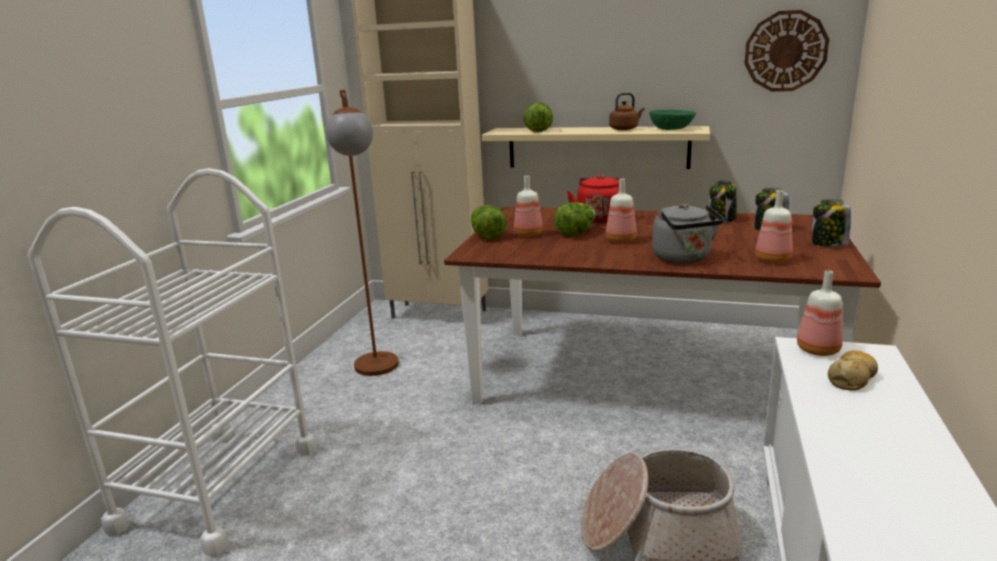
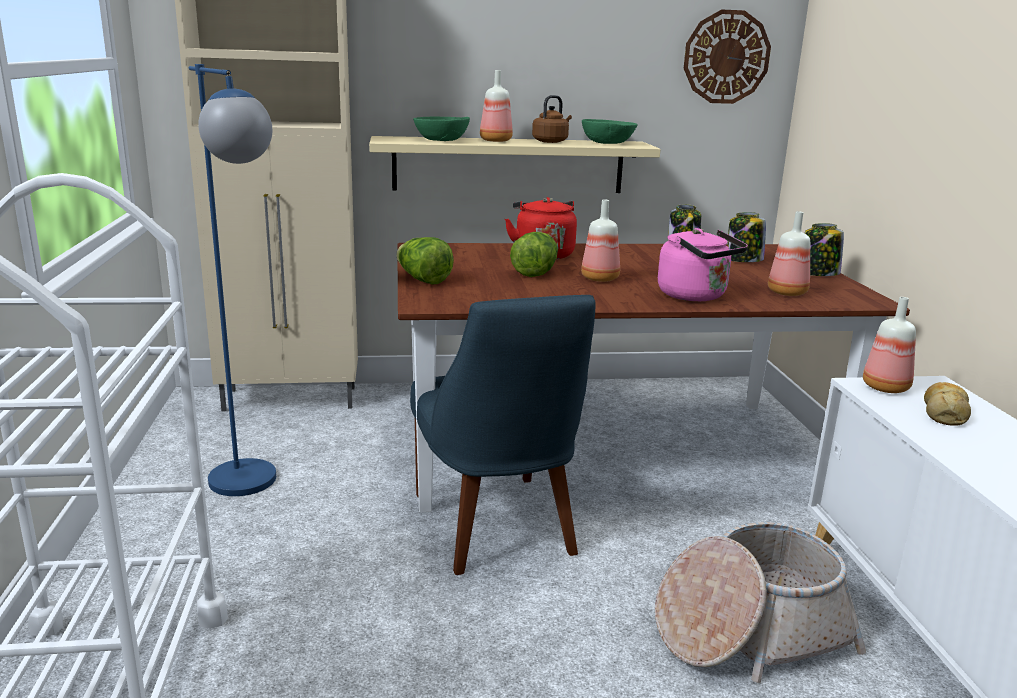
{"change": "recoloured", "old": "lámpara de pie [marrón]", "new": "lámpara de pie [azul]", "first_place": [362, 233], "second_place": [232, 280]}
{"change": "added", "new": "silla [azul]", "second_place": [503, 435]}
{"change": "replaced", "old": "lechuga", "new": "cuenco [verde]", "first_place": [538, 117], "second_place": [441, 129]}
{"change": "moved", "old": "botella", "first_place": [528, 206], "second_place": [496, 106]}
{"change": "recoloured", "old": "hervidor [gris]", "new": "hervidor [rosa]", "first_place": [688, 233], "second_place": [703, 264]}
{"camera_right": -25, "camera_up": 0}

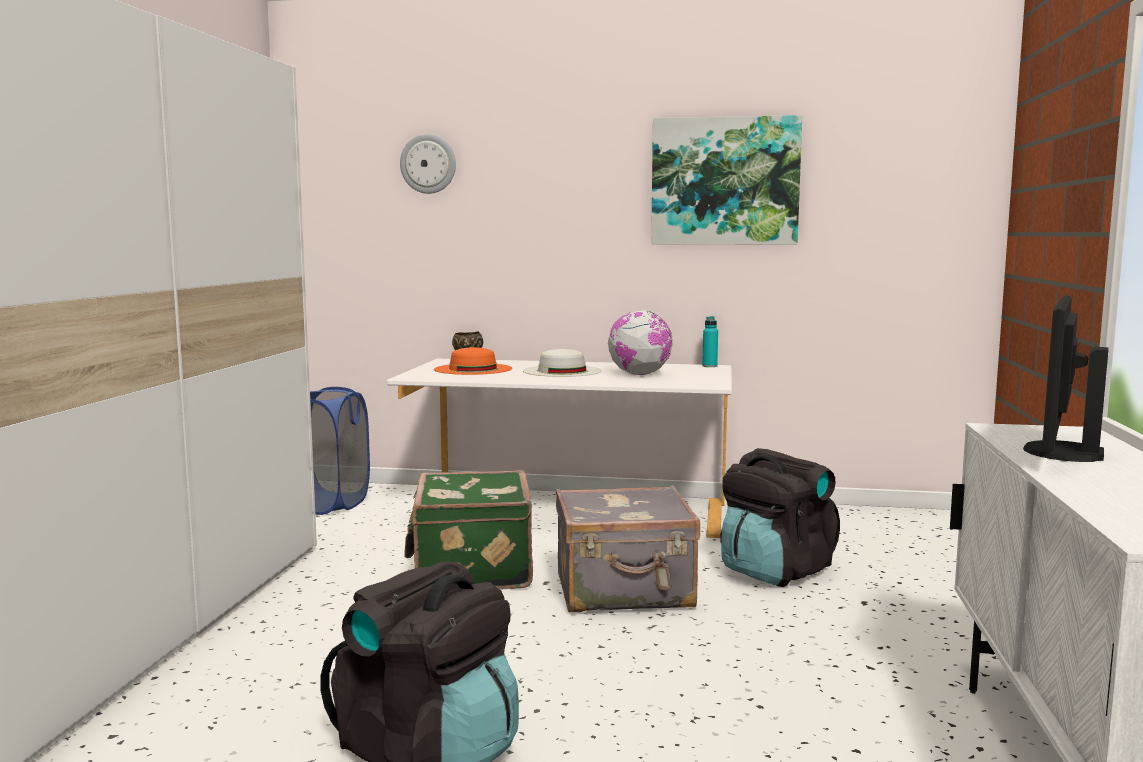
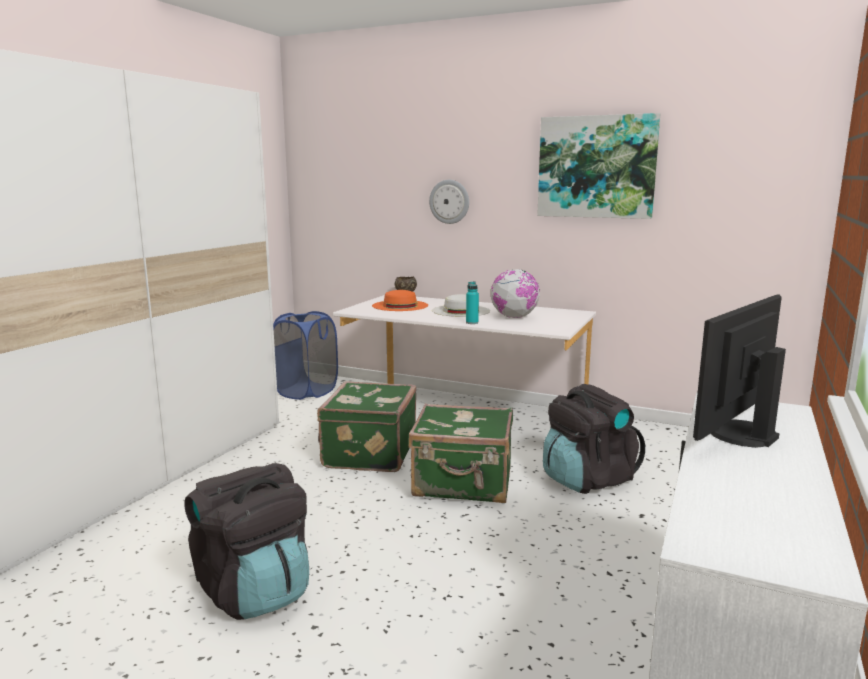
{"change": "recoloured", "old": "maleta [gris]", "new": "maleta [verde]", "first_place": [628, 548], "second_place": [461, 453]}
{"change": "moved", "old": "reloj de pared", "first_place": [428, 164], "second_place": [449, 202]}
{"change": "moved", "old": "botella [turquesa]", "first_place": [710, 341], "second_place": [472, 302]}
{"camera_right": 15, "camera_up": 5}

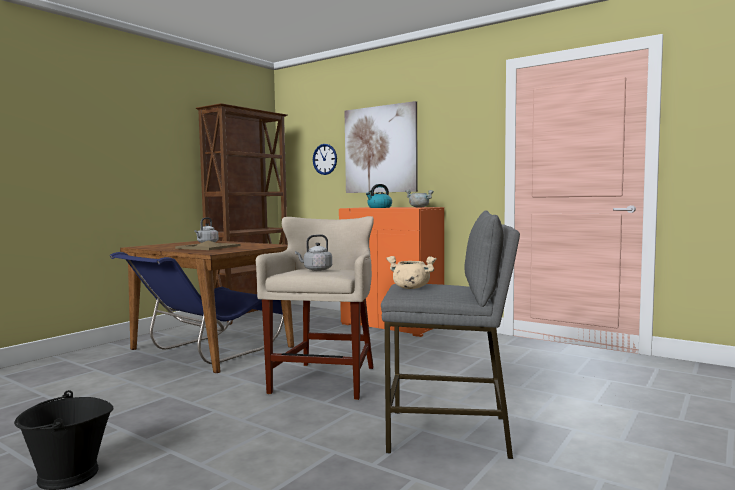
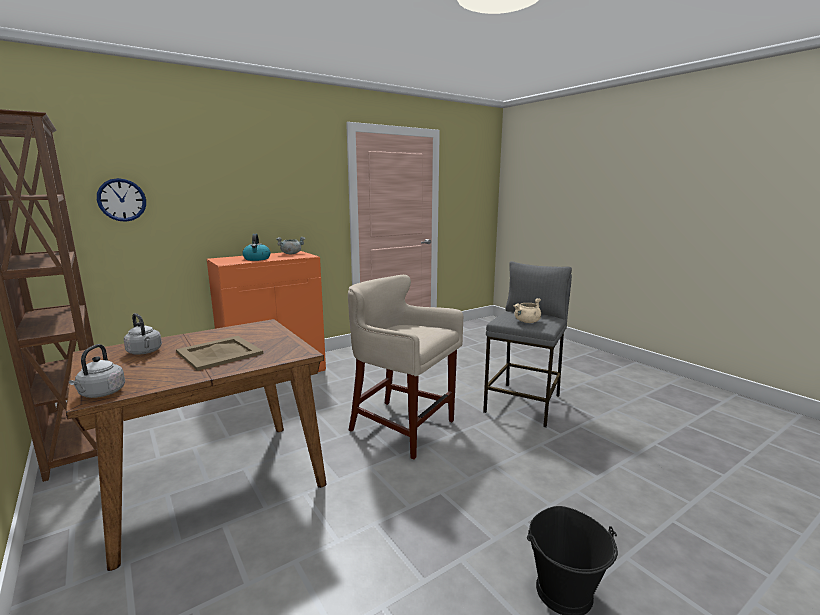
{"change": "moved", "old": "hervidor [gris]", "first_place": [313, 252], "second_place": [97, 371]}
{"change": "removed", "old": "silla [azul]", "first_place": [197, 308]}
{"change": "removed", "old": "cuadro", "first_place": [381, 147]}
{"camera_right": -70, "camera_up": 10}

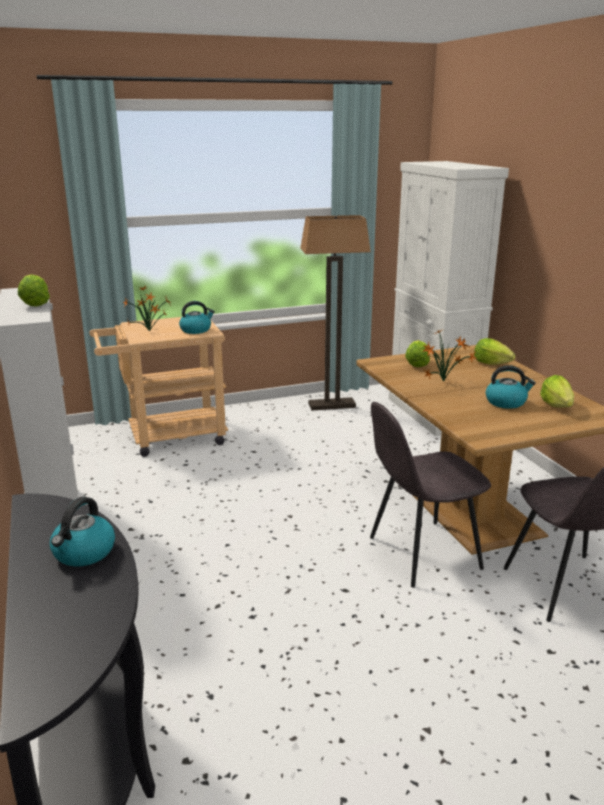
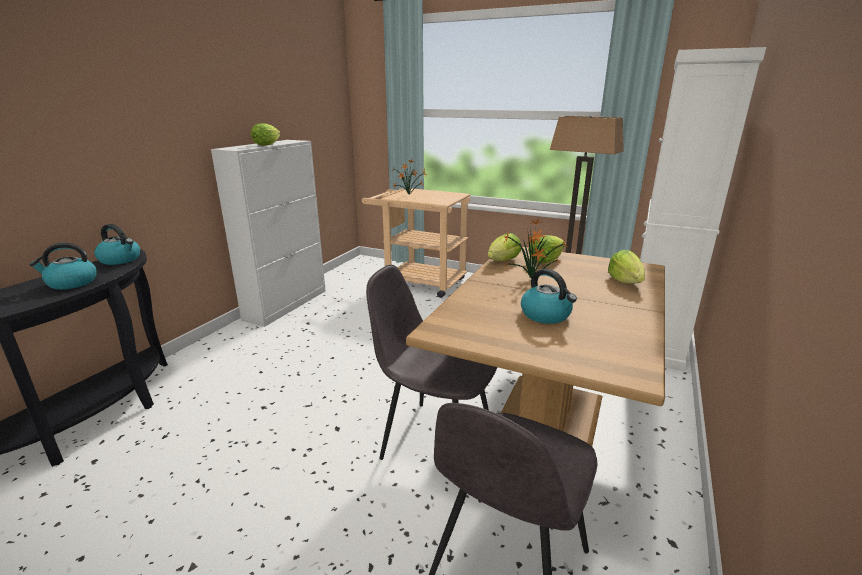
{"change": "moved", "old": "hervidor", "first_place": [197, 317], "second_place": [117, 244]}
{"change": "moved", "old": "lechuga", "first_place": [557, 391], "second_place": [504, 247]}
{"camera_right": 45, "camera_up": 0}

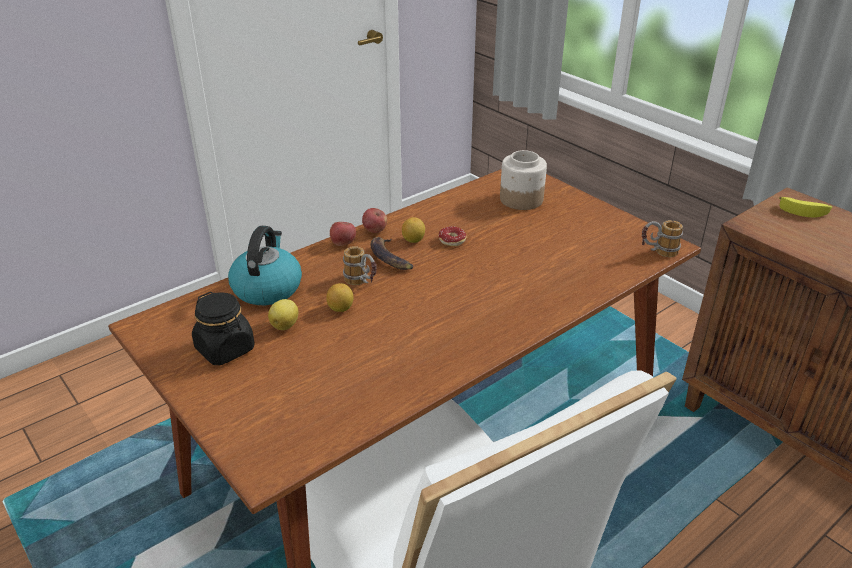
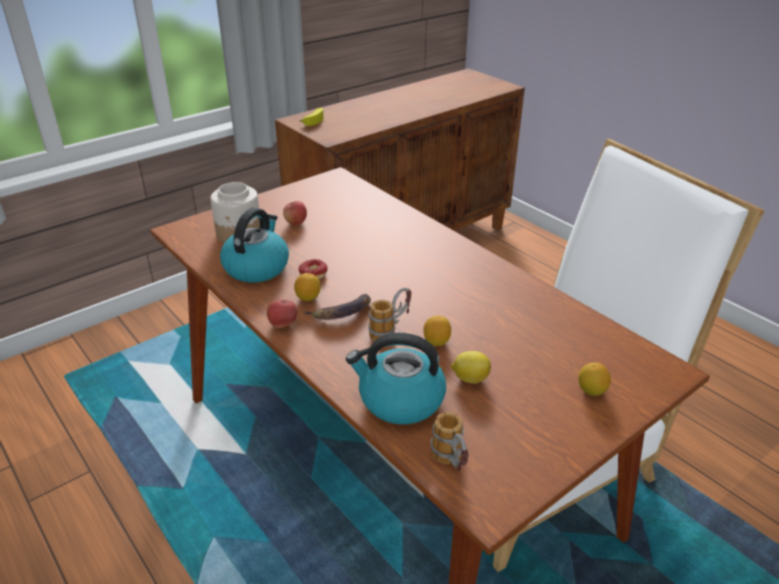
{"change": "added", "new": "hervidor", "second_place": [254, 245]}
{"change": "moved", "old": "manzana", "first_place": [343, 234], "second_place": [295, 213]}
{"change": "moved", "old": "taza grande", "first_place": [662, 238], "second_place": [450, 442]}
{"change": "added", "new": "limón", "second_place": [594, 379]}
{"change": "removed", "old": "tarro [negro]", "first_place": [223, 328]}
{"camera_right": -90, "camera_up": 0}

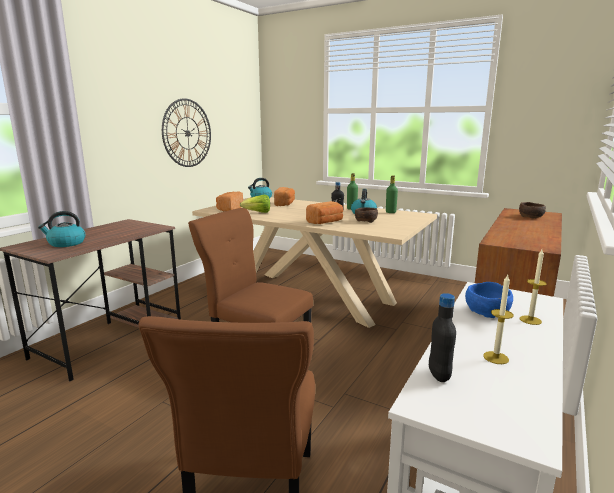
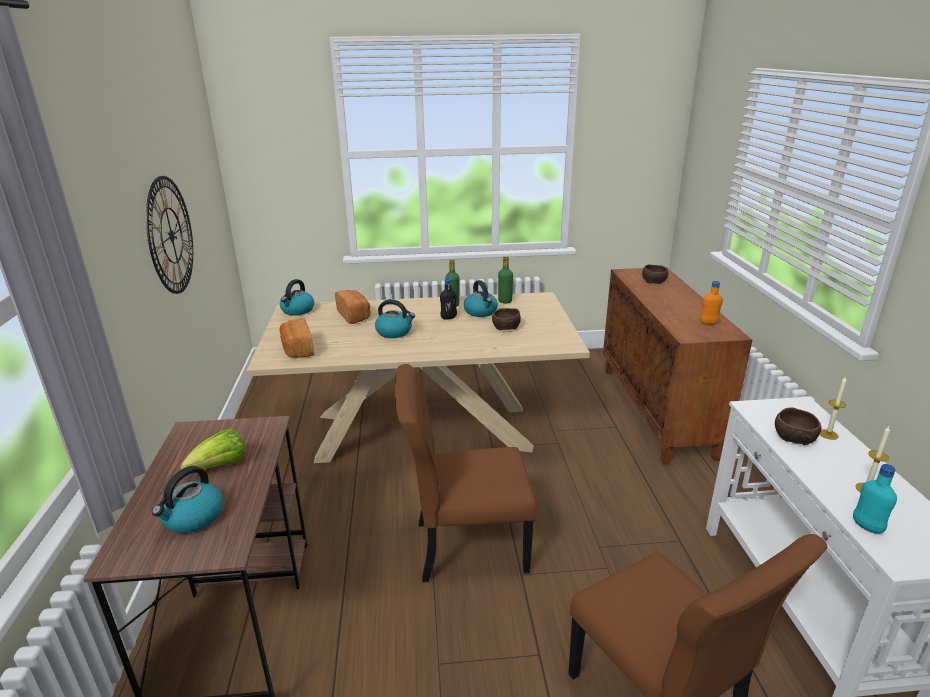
{"change": "moved", "old": "lechuga", "first_place": [255, 204], "second_place": [213, 448]}
{"change": "added", "new": "hervidor", "second_place": [395, 318]}
{"change": "added", "new": "botella [naranja]", "second_place": [711, 303]}
{"change": "recoloured", "old": "cuenco [azul]", "new": "cuenco [marrón]", "first_place": [489, 300], "second_place": [798, 426]}
{"change": "recoloured", "old": "botella [negro]", "new": "botella [turquesa]", "first_place": [442, 337], "second_place": [875, 499]}
{"change": "removed", "old": "pan", "first_place": [324, 212]}
{"camera_right": -35, "camera_up": 10}

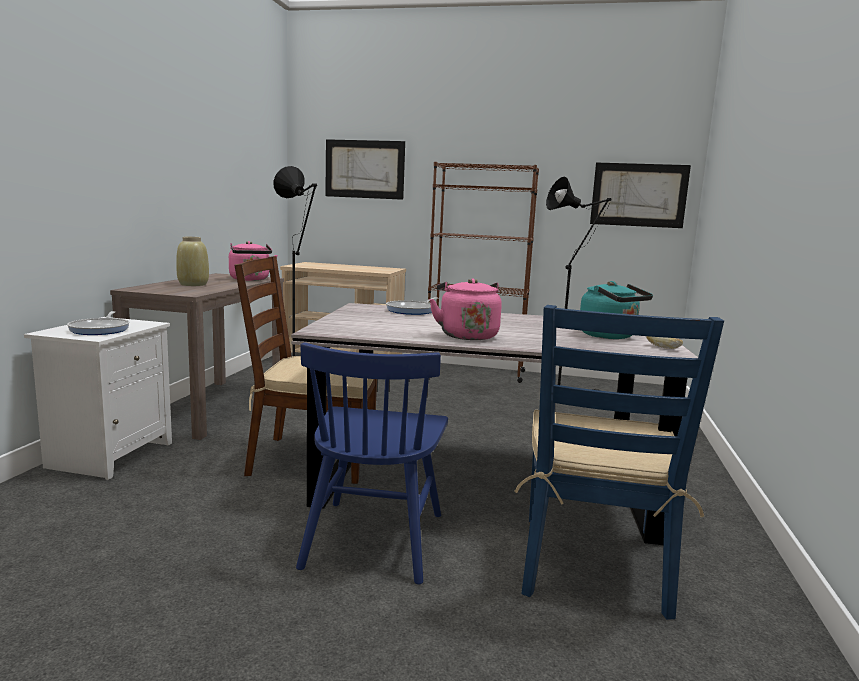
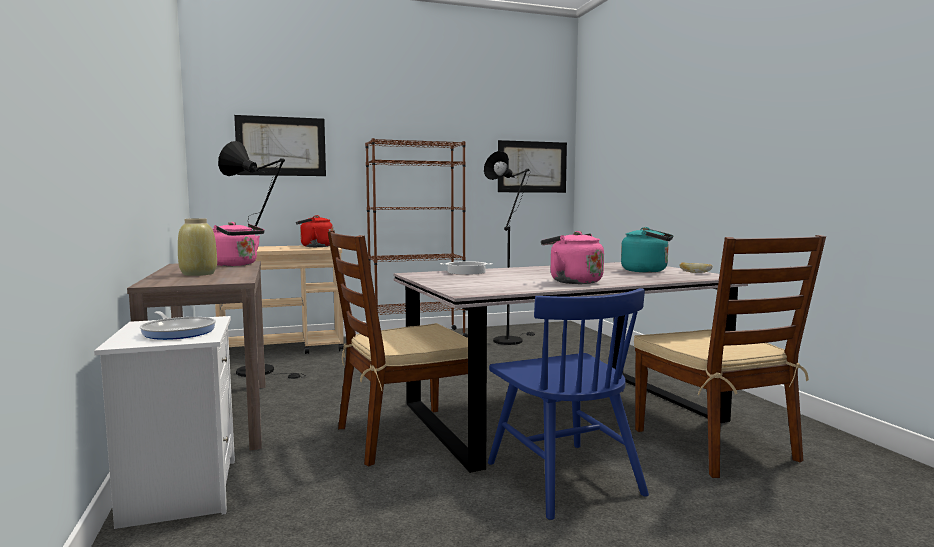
{"change": "added", "new": "hervidor [rojo]", "second_place": [314, 231]}
{"change": "replaced", "old": "sartén", "new": "olla", "first_place": [412, 306], "second_place": [466, 268]}
{"change": "recoloured", "old": "silla [azul]", "new": "silla [marrón]", "first_place": [619, 462], "second_place": [730, 356]}
{"camera_right": -30, "camera_up": -5}

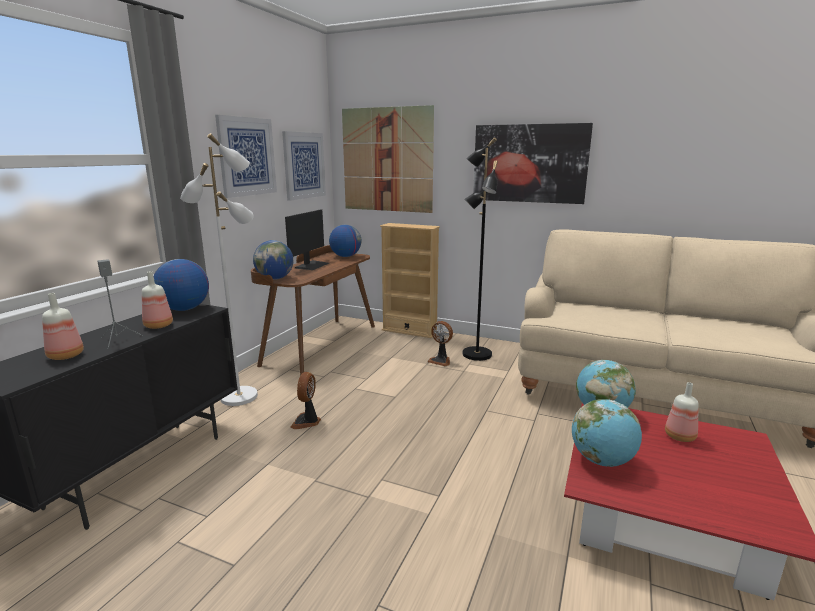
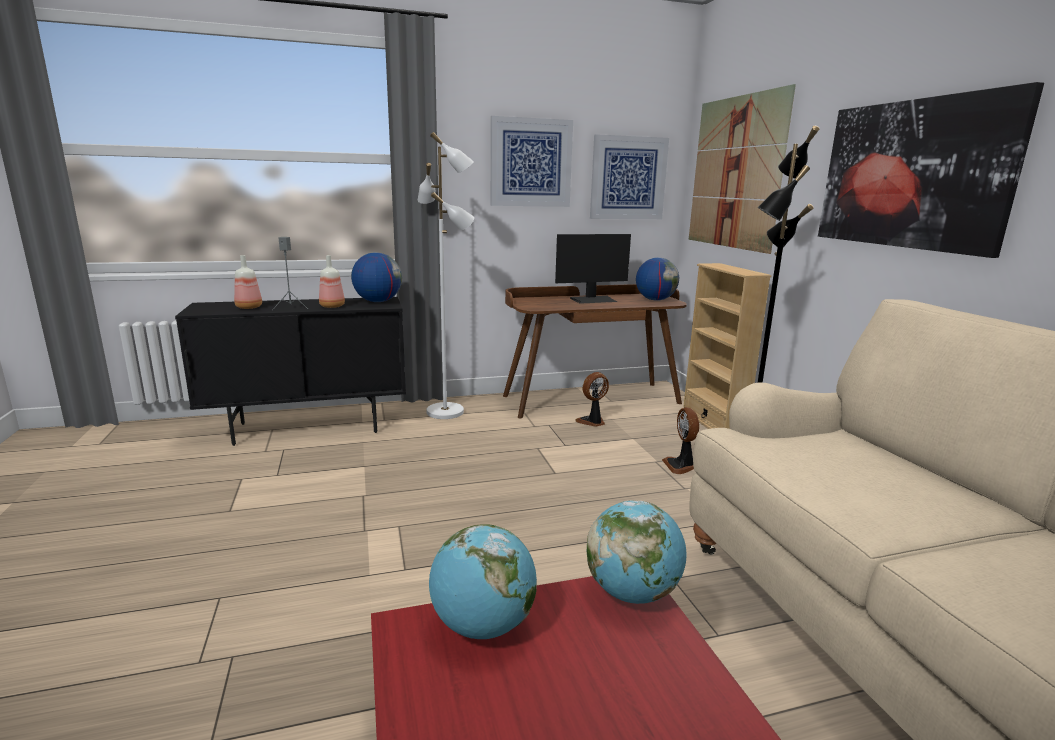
{"change": "moved", "old": "ventilador", "first_place": [305, 400], "second_place": [592, 399]}
{"change": "removed", "old": "globo terráqueo", "first_place": [273, 260]}
{"change": "removed", "old": "botella", "first_place": [682, 412]}
{"camera_right": 50, "camera_up": 0}

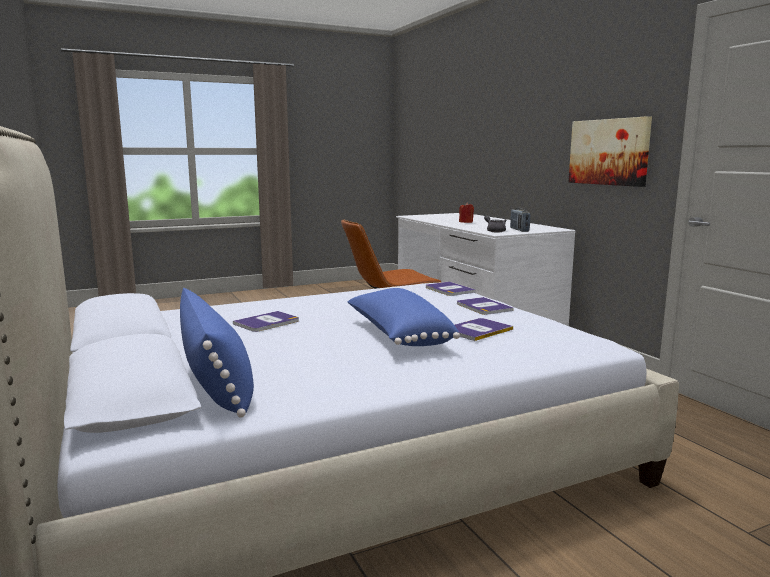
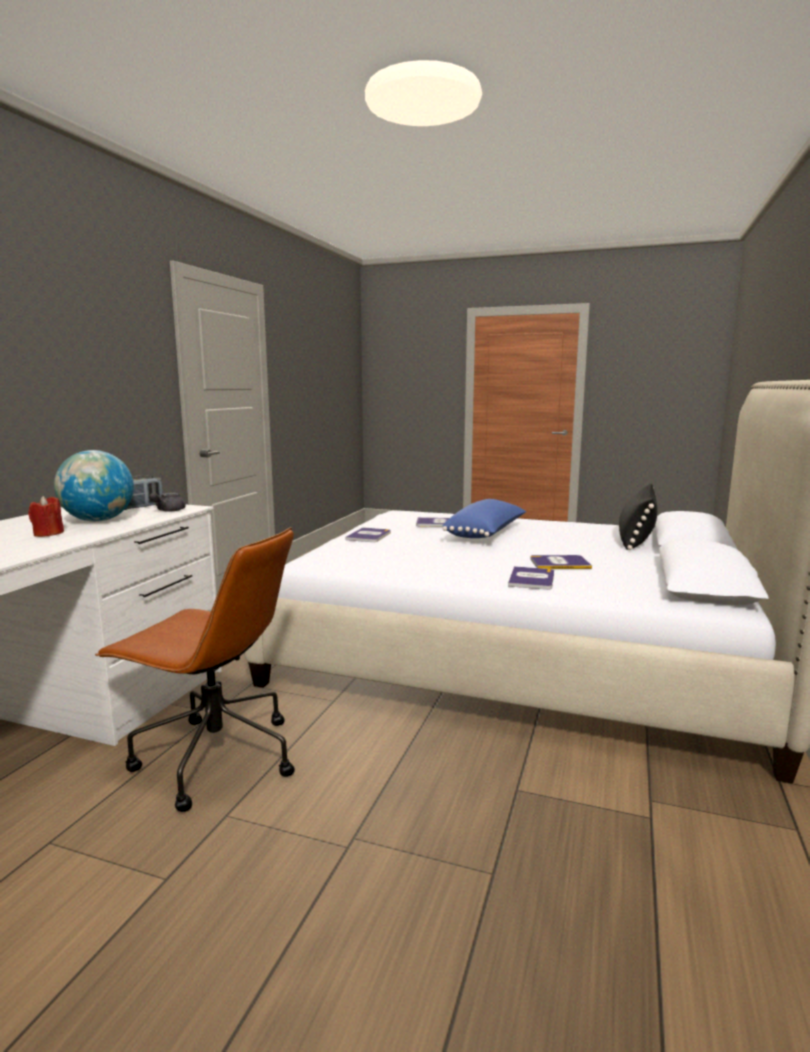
{"change": "added", "new": "globo terráqueo", "second_place": [94, 486]}
{"change": "moved", "old": "libro", "first_place": [451, 289], "second_place": [531, 578]}
{"change": "recoloured", "old": "cojín [azul]", "new": "cojín [negro]", "first_place": [217, 353], "second_place": [638, 516]}
{"change": "removed", "old": "cuadro", "first_place": [610, 151]}
{"camera_right": -135, "camera_up": 0}

